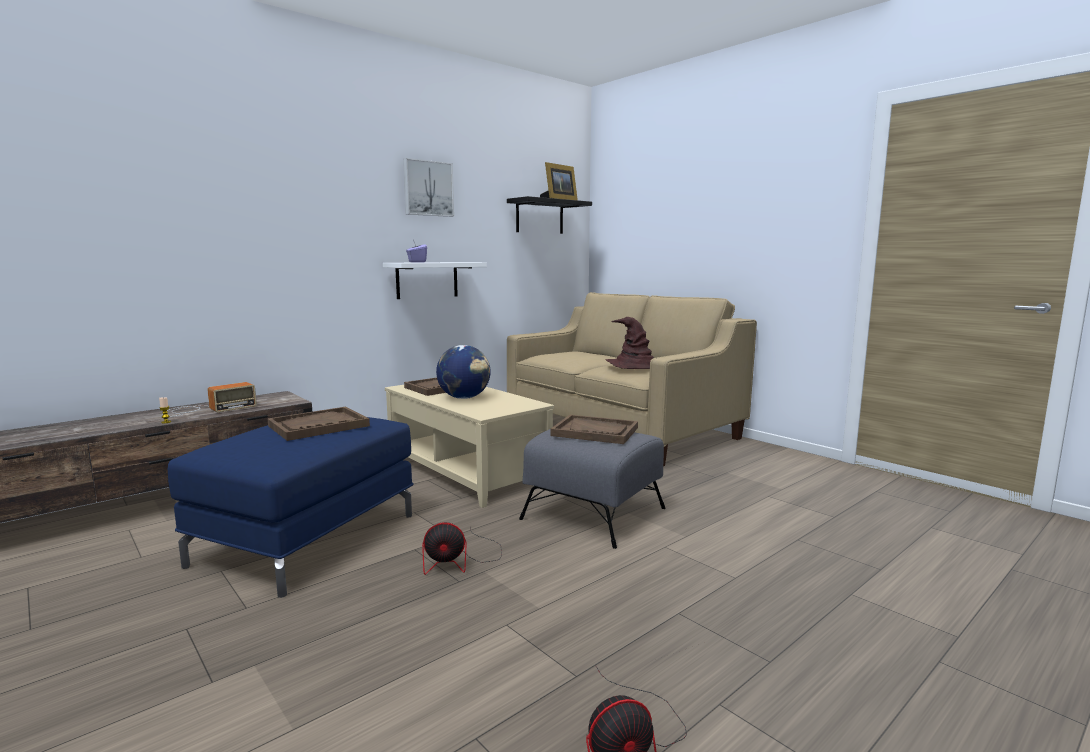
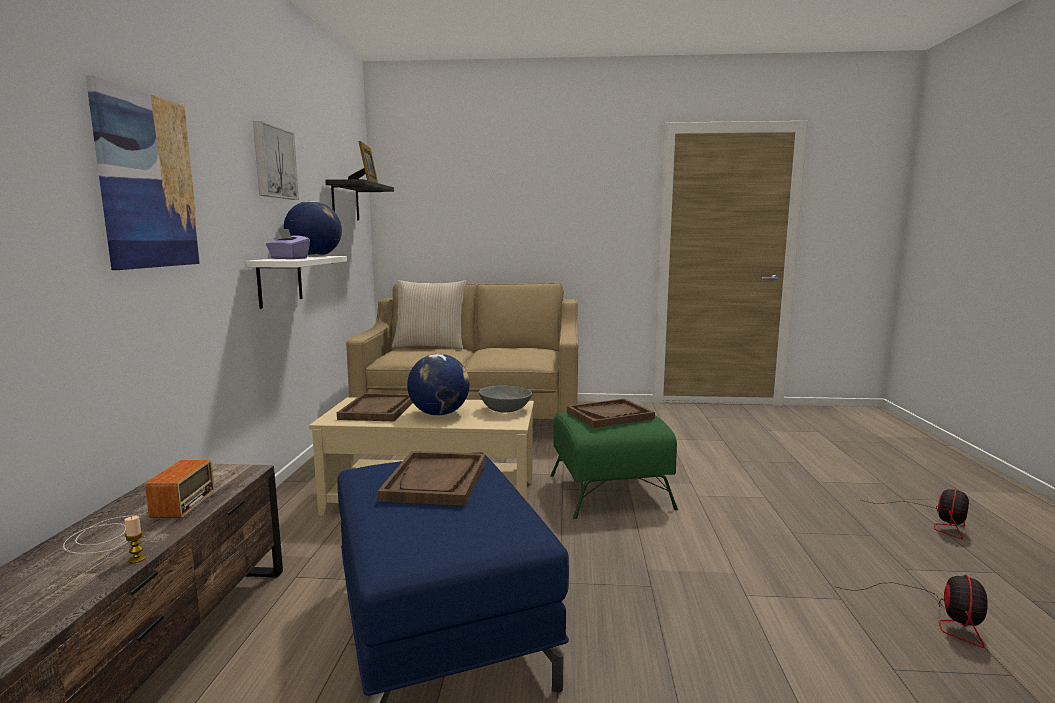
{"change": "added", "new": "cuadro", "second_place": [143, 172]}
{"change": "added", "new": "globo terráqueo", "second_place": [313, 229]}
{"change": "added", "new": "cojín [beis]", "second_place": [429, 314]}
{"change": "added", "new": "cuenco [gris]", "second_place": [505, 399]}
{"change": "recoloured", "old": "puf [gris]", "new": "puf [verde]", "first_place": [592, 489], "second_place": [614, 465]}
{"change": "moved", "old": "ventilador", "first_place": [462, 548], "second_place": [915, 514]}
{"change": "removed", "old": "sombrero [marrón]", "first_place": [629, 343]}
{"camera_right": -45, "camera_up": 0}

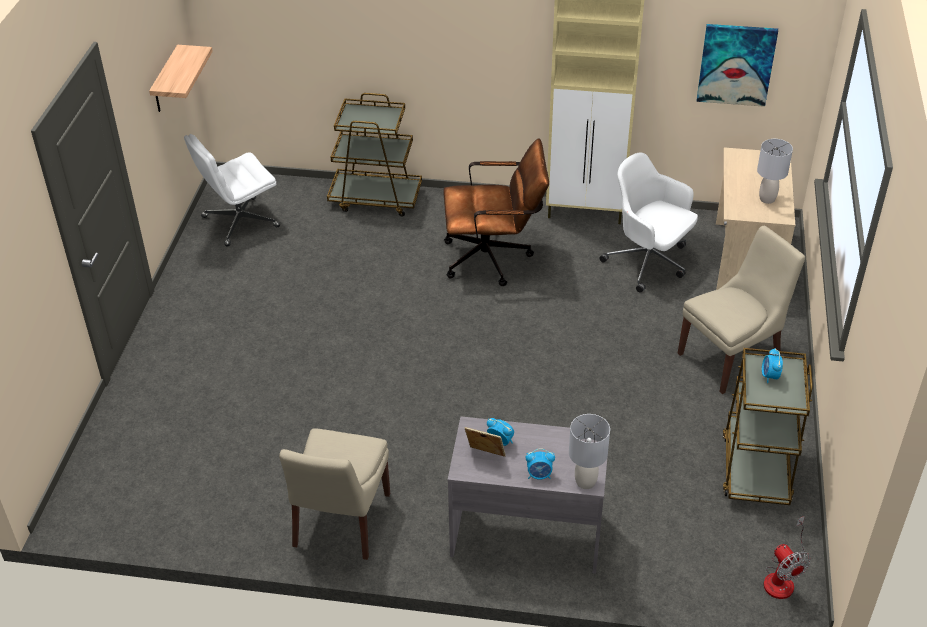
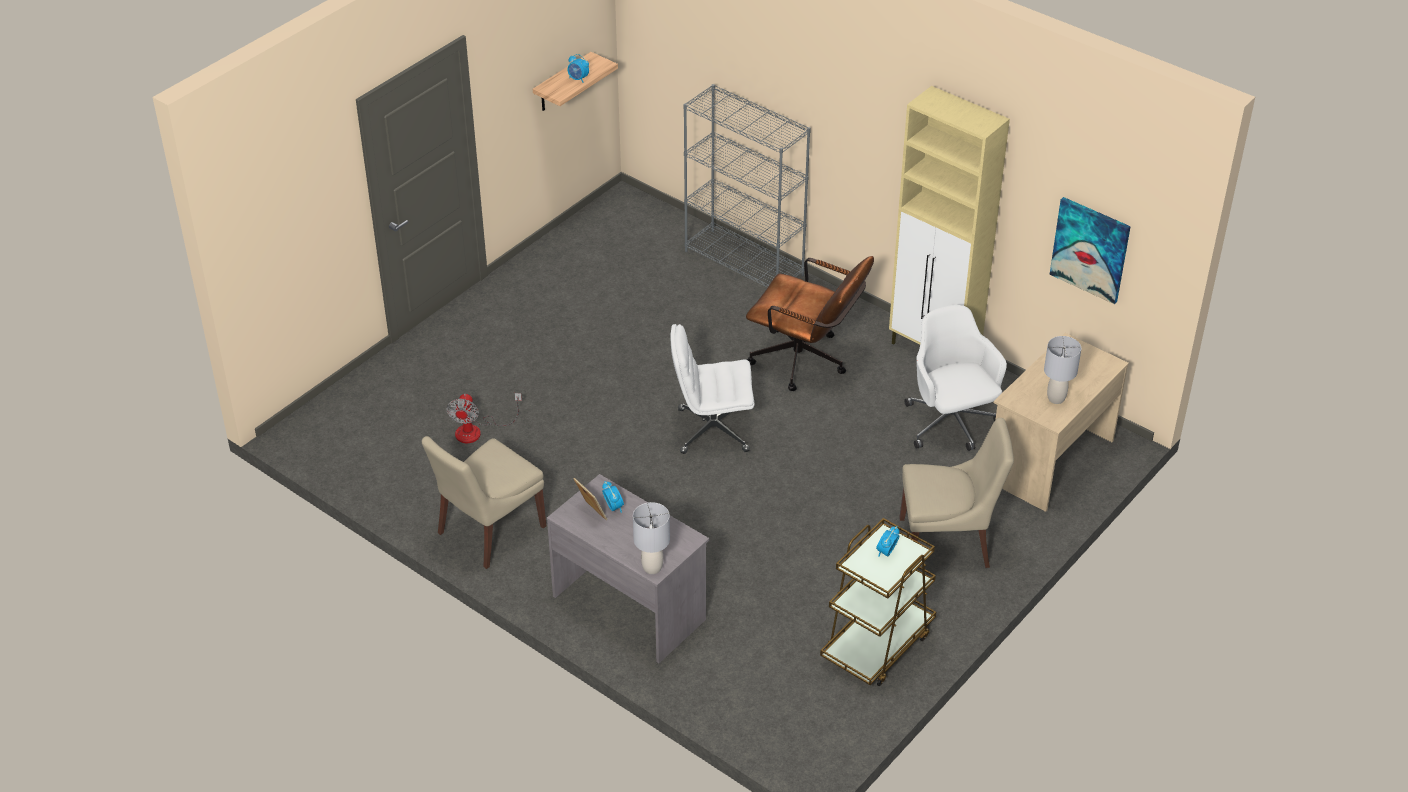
{"change": "moved", "old": "ventilador", "first_place": [787, 557], "second_place": [484, 418]}
{"change": "moved", "old": "despertador", "first_place": [540, 464], "second_place": [578, 68]}
{"change": "moved", "old": "silla de oficina [blanco]", "first_place": [232, 190], "second_place": [712, 389]}
{"change": "replaced", "old": "carrito [marrón]", "new": "estantería [gris]", "first_place": [374, 155], "second_place": [747, 186]}
{"camera_right": 30, "camera_up": 0}

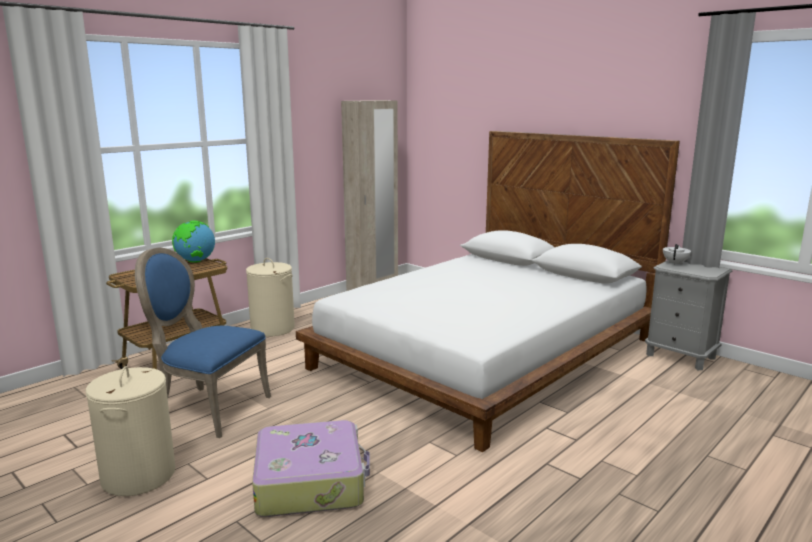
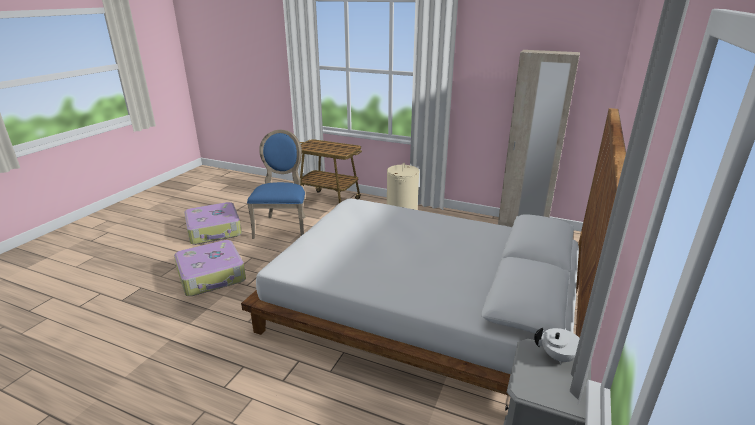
{"change": "replaced", "old": "cesto de la ropa [beis]", "new": "maleta", "first_place": [130, 431], "second_place": [213, 223]}
{"change": "removed", "old": "globo terráqueo", "first_place": [193, 242]}
{"camera_right": 70, "camera_up": 10}

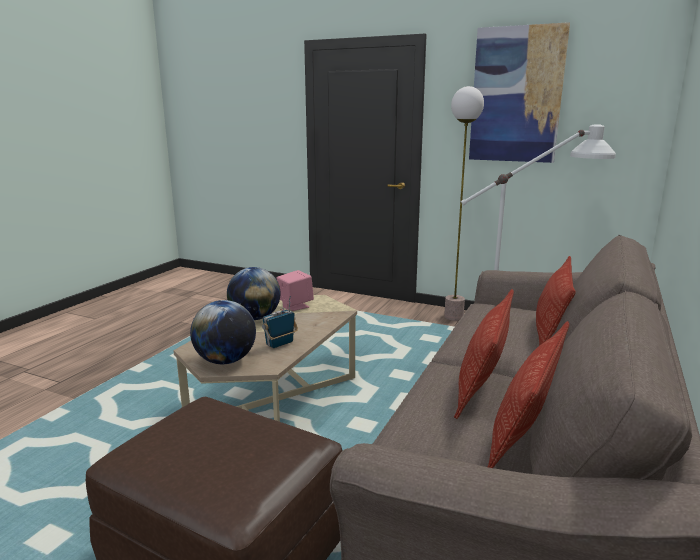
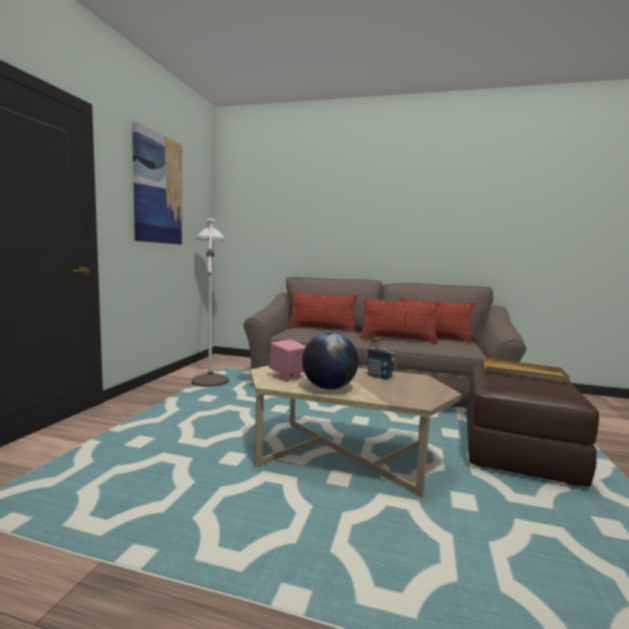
{"change": "added", "new": "bandeja [beis]", "second_place": [527, 370]}
{"change": "removed", "old": "globo terráqueo", "first_place": [223, 332]}
{"change": "removed", "old": "lámpara de pie", "first_place": [464, 203]}
{"camera_right": -100, "camera_up": -10}

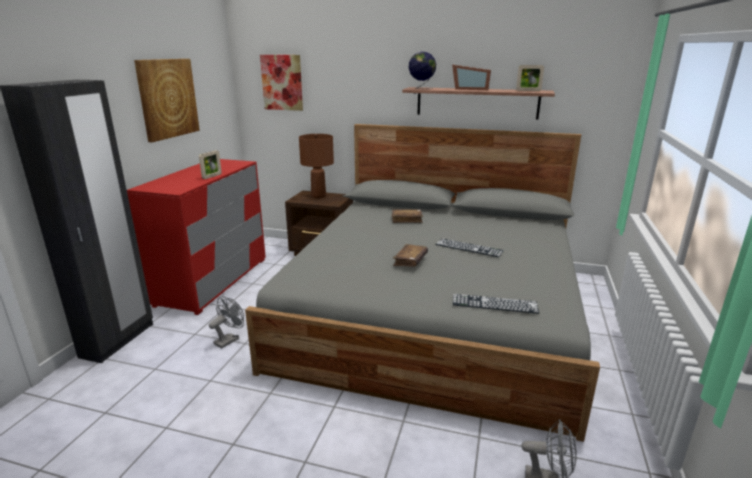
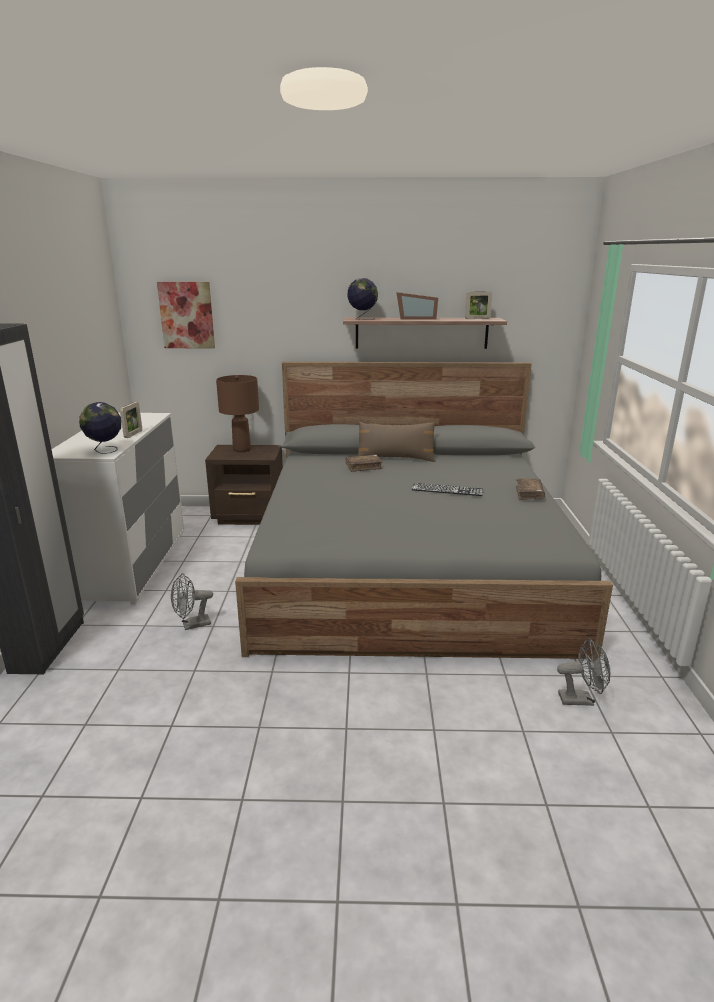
{"change": "recoloured", "old": "cómoda [rojo]", "new": "cómoda [blanco]", "first_place": [196, 237], "second_place": [118, 509]}
{"change": "added", "new": "globo terráqueo", "second_place": [100, 428]}
{"change": "turned", "old": "ventilador [gris]", "first_place": [226, 322], "second_place": [192, 601], "degrees": -135}
{"change": "added", "new": "cojín [marrón]", "second_place": [397, 442]}
{"change": "moved", "old": "libro [marrón]", "first_place": [410, 255], "second_place": [530, 489]}
{"change": "removed", "old": "cuadro", "first_place": [167, 100]}
{"change": "removed", "old": "teclado", "first_place": [496, 304]}
{"camera_right": -15, "camera_up": 0}

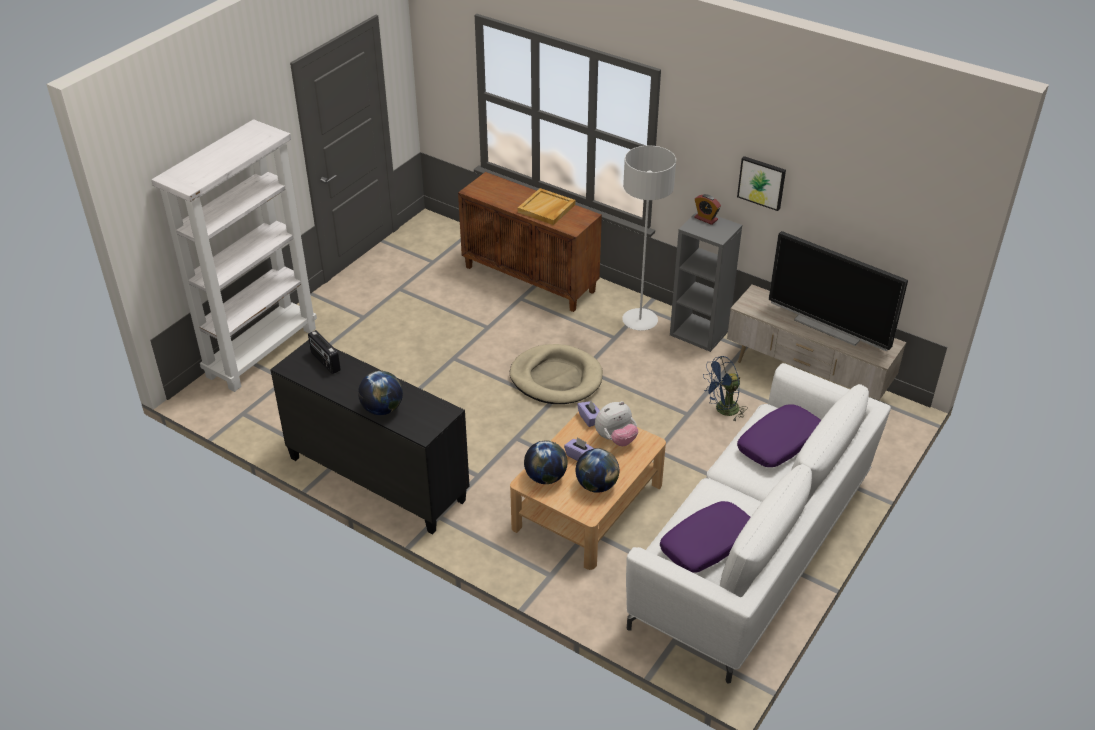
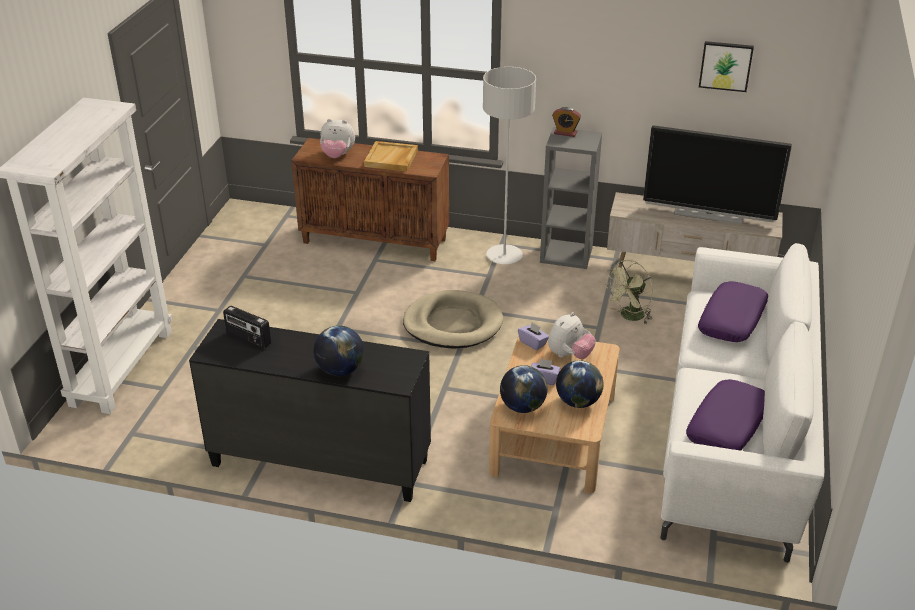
{"change": "added", "new": "peluche", "second_place": [337, 138]}
{"change": "recoloured", "old": "ventilador [azul]", "new": "ventilador [verde]", "first_place": [725, 389], "second_place": [628, 292]}
{"change": "moved", "old": "cuadro", "first_place": [761, 183], "second_place": [726, 66]}
{"camera_right": -20, "camera_up": -5}

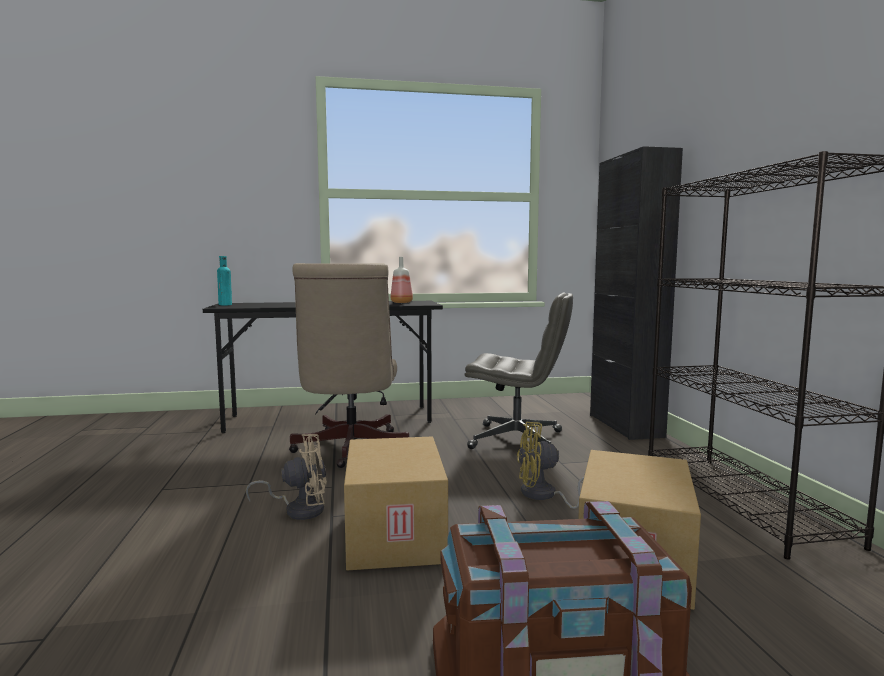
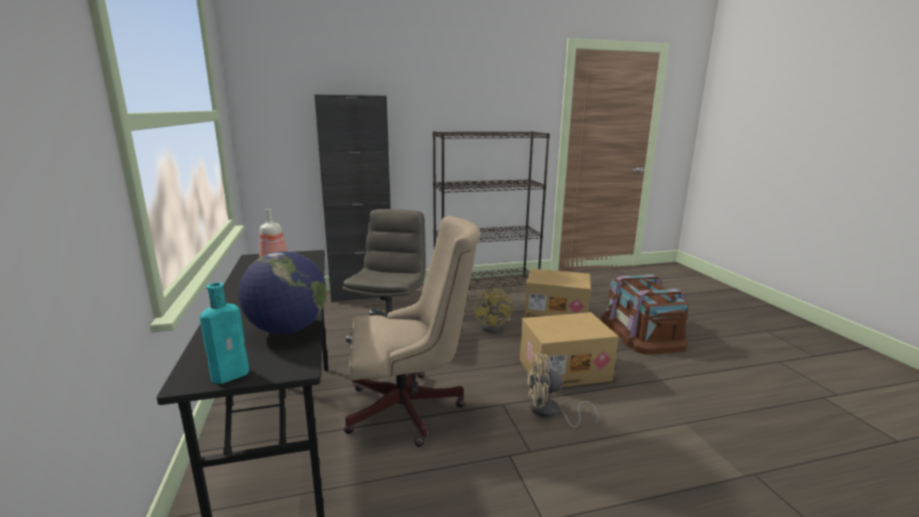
{"change": "added", "new": "globo terráqueo", "second_place": [282, 292]}
{"change": "turned", "old": "ventilador [beis]", "first_place": [286, 477], "second_place": [562, 390], "degrees": -75}
{"camera_right": -95, "camera_up": 10}

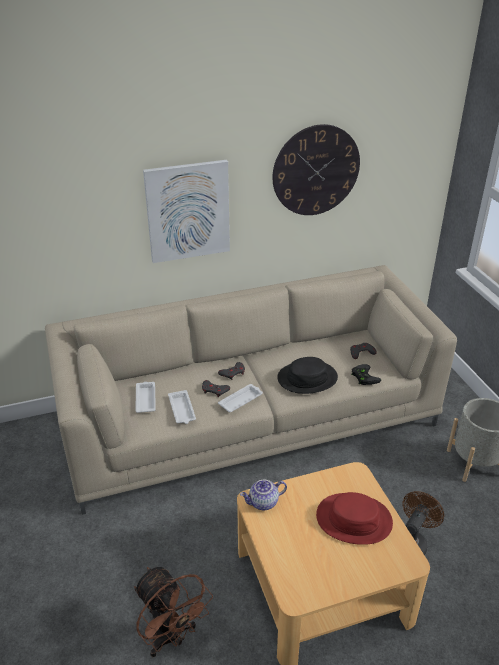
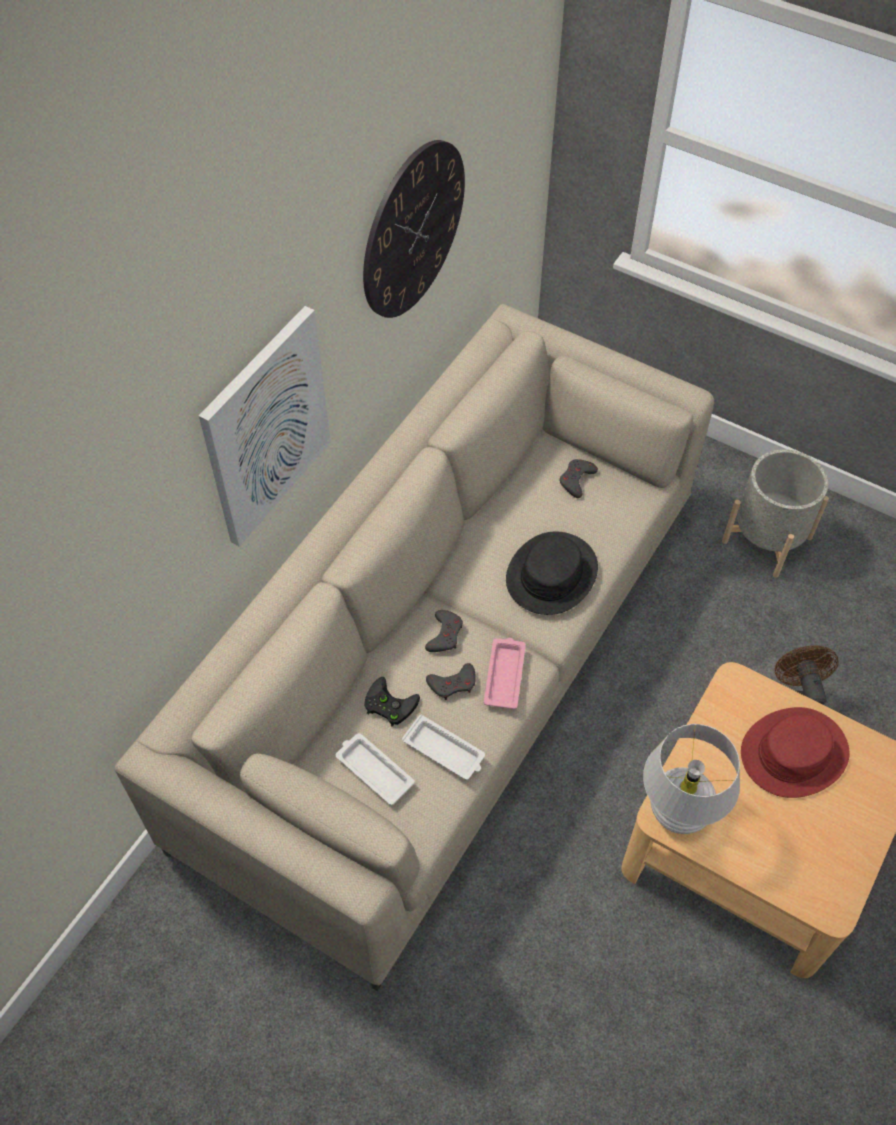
{"change": "moved", "old": "mando de consola [negro]", "first_place": [366, 374], "second_place": [392, 702]}
{"change": "recoloured", "old": "bandeja [blanco]", "new": "bandeja [rosa]", "first_place": [240, 398], "second_place": [505, 673]}
{"change": "replaced", "old": "tetera", "new": "lámpara de mesa [blanco]", "first_place": [263, 494], "second_place": [691, 779]}
{"change": "removed", "old": "ventilador [marrón]", "first_place": [173, 612]}
{"camera_right": -40, "camera_up": 20}

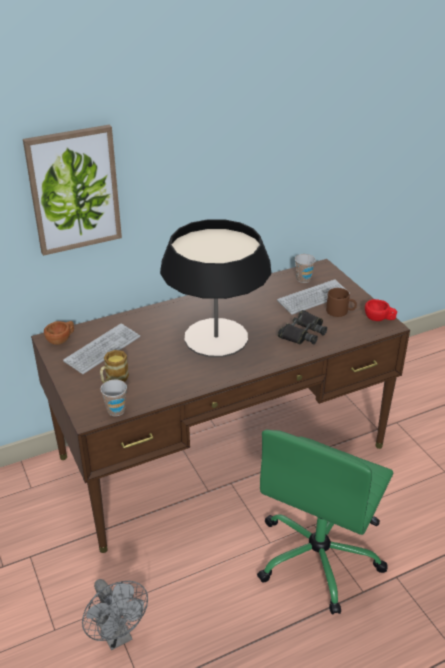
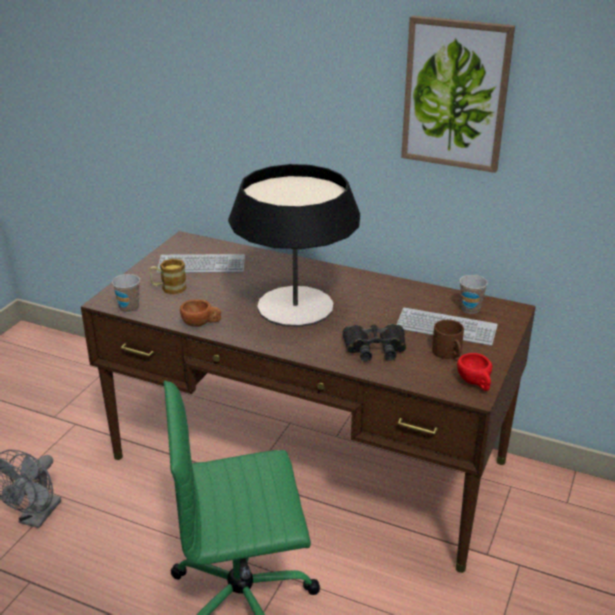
{"change": "moved", "old": "taza [marrón]", "first_place": [59, 333], "second_place": [200, 313]}
{"change": "moved", "old": "cuadro", "first_place": [72, 190], "second_place": [458, 94]}
{"camera_right": 50, "camera_up": -5}

